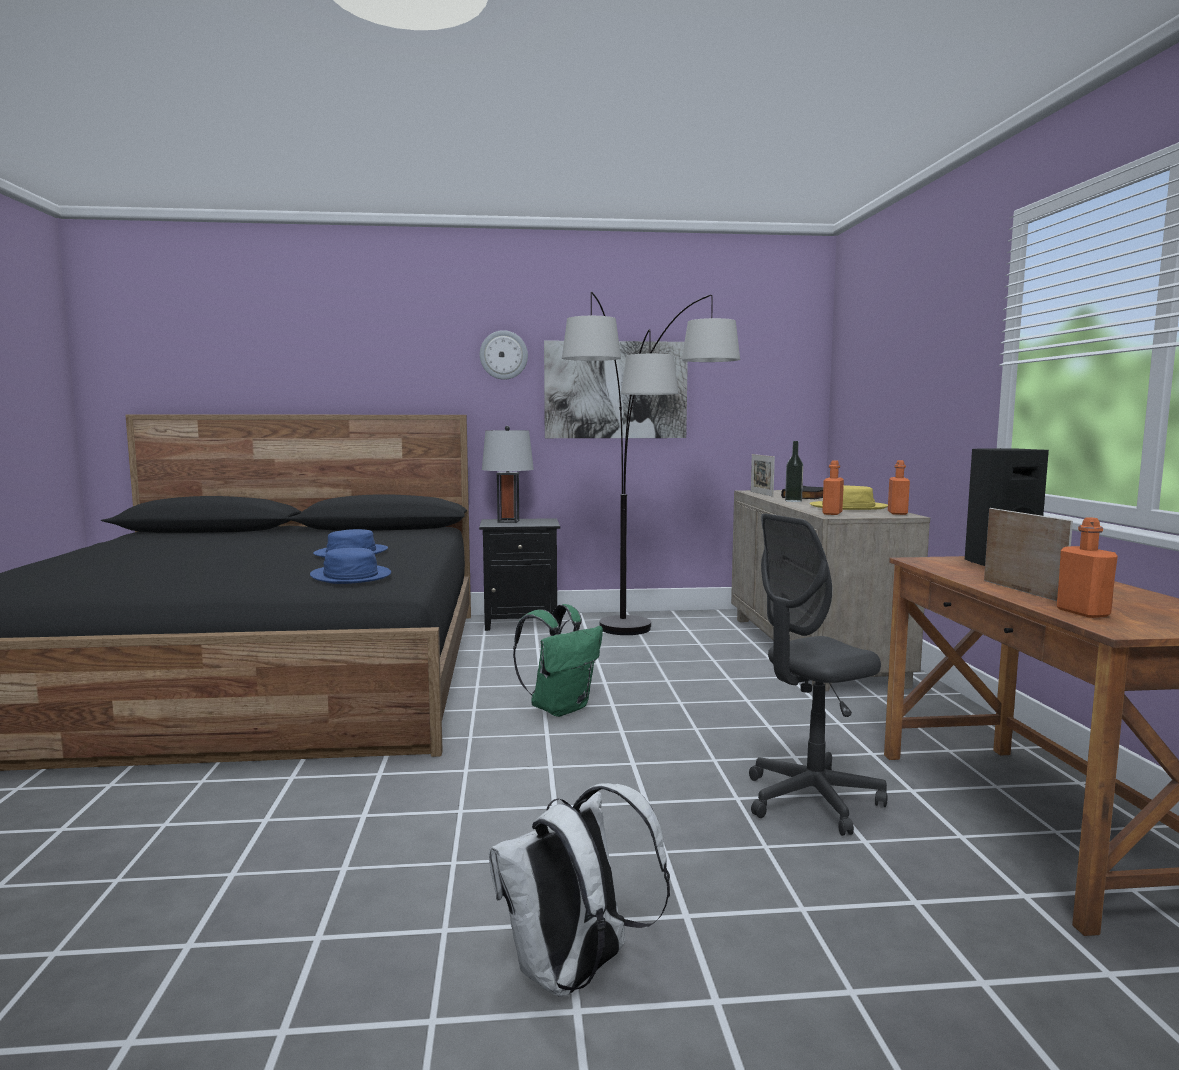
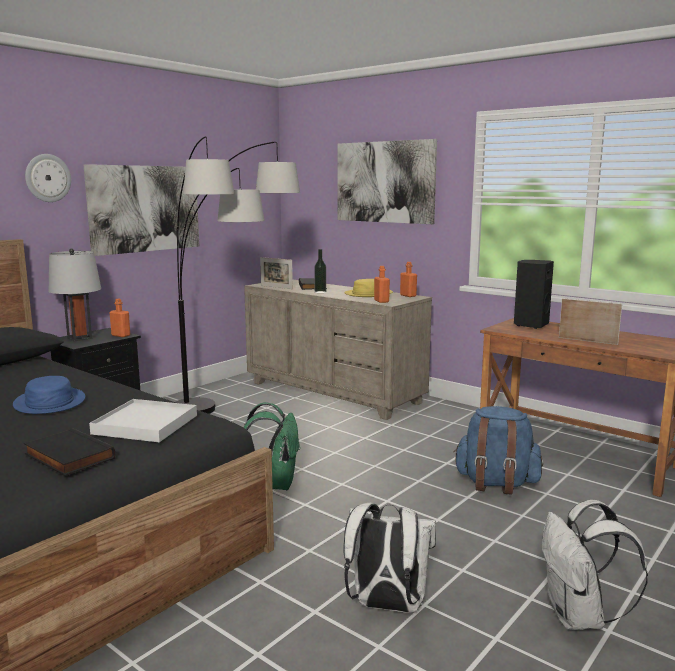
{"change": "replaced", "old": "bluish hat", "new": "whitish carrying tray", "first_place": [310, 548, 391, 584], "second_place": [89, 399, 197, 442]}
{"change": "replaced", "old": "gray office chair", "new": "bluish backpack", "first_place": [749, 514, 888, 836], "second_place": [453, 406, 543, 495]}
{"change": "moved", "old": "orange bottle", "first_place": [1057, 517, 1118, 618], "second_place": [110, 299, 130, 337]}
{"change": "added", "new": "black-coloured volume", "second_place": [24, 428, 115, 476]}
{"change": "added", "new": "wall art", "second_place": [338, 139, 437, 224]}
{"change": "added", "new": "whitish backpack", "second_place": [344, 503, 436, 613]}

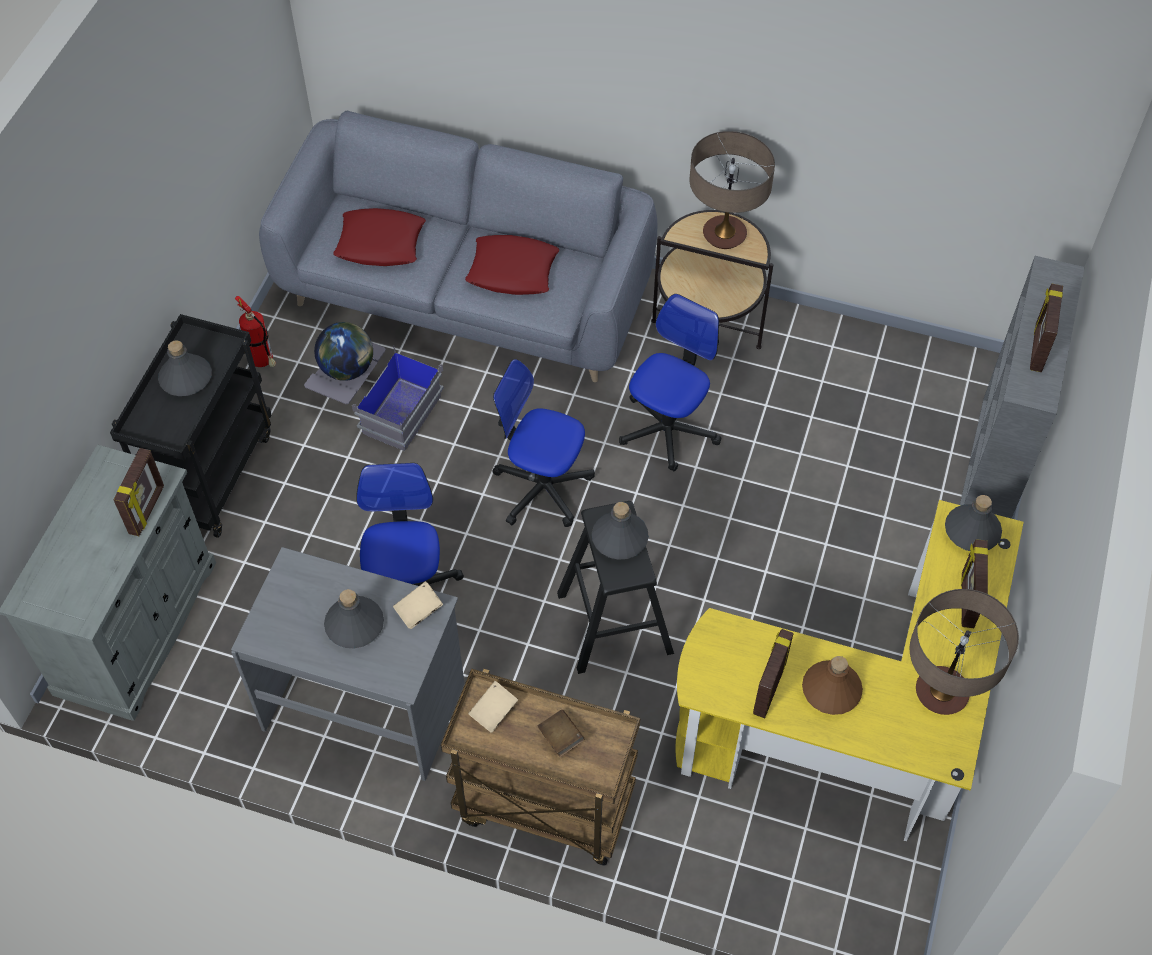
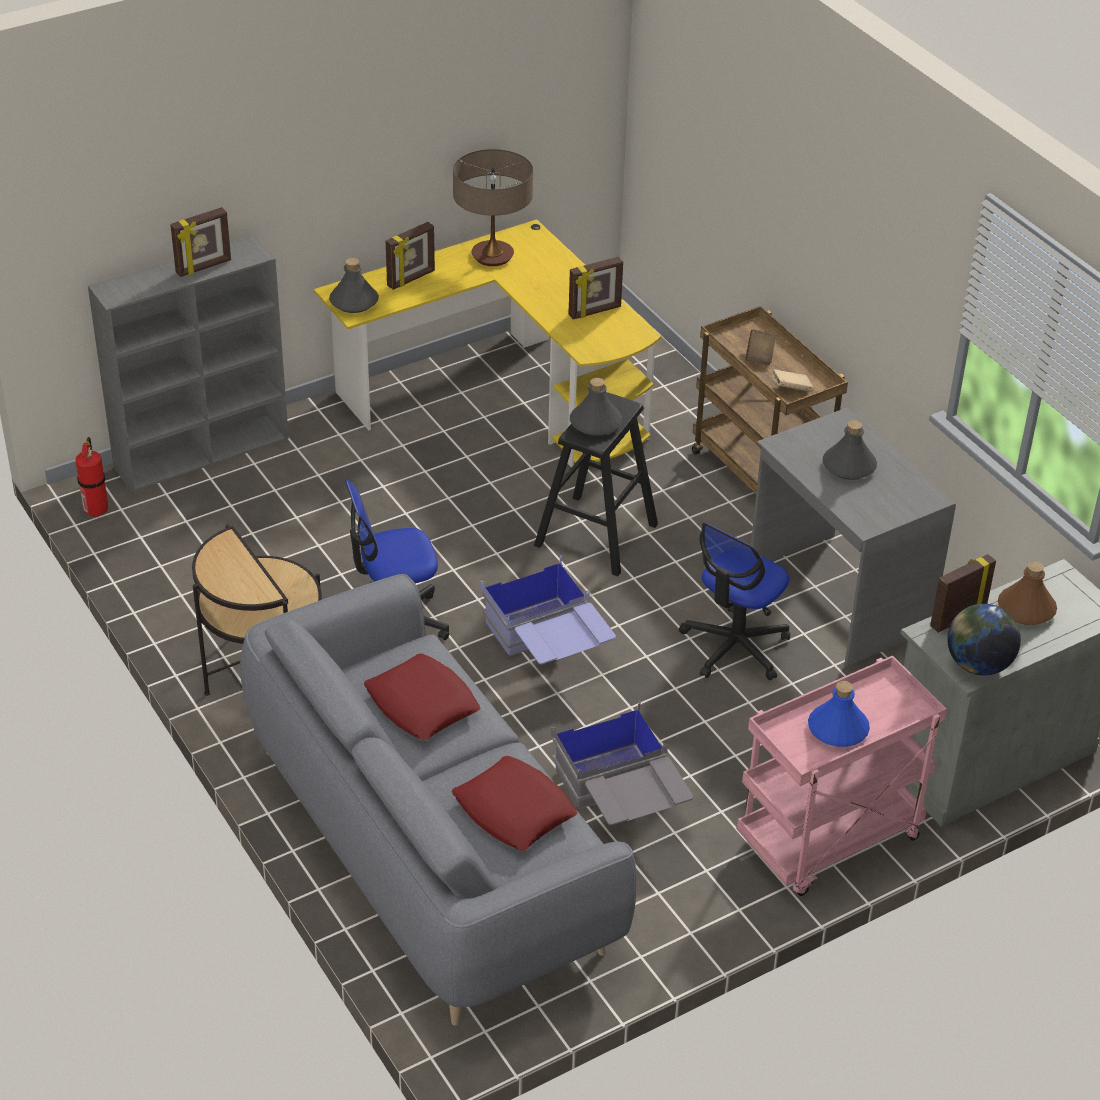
{"change": "recoloured", "old": "black-coloured wheeled cart", "new": "pink-coloured wheeled cart", "first_place": [110, 314, 271, 538], "second_place": [737, 655, 947, 896]}
{"change": "recoloured", "old": "gray bottle", "new": "bluish bottle", "first_place": [158, 340, 212, 396], "second_place": [808, 681, 870, 747]}
{"change": "moved", "old": "extinguisher", "first_place": [235, 296, 276, 367], "second_place": [75, 437, 108, 517]}
{"change": "moved", "old": "globe", "first_place": [314, 322, 373, 381], "second_place": [947, 604, 1021, 675]}
{"change": "removed", "old": "beige-coloured volume", "first_place": [393, 581, 443, 629]}
{"change": "replaced", "old": "office chair", "new": "bluish storage bin", "first_place": [493, 359, 595, 527], "second_place": [480, 555, 616, 664]}
{"change": "removed", "old": "table lamp", "first_place": [689, 131, 775, 249]}
{"change": "moved", "old": "brown bottle", "first_place": [802, 656, 863, 715], "second_place": [998, 561, 1057, 625]}

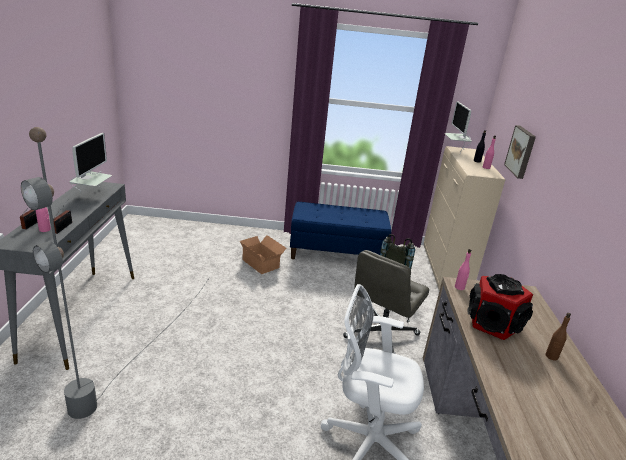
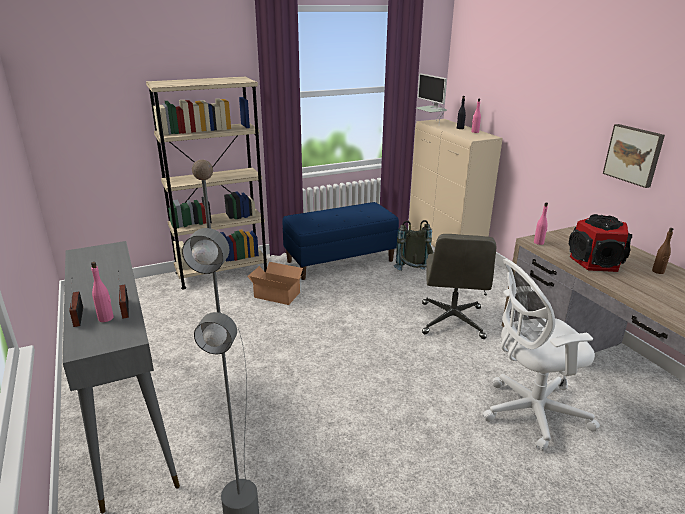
{"change": "removed", "old": "monitor", "first_place": [69, 133, 112, 193]}
{"change": "moved", "old": "wall art", "first_place": [504, 125, 536, 179], "second_place": [603, 124, 665, 188]}
{"change": "added", "new": "beige-coloured bookshelf", "second_place": [146, 77, 267, 290]}

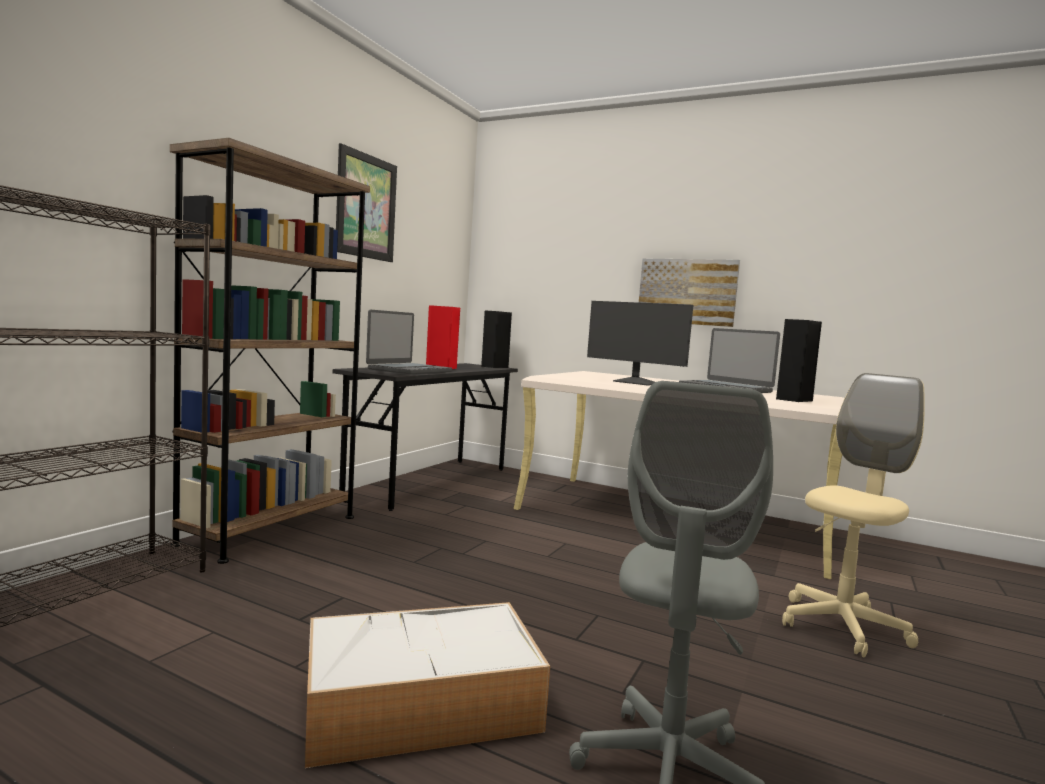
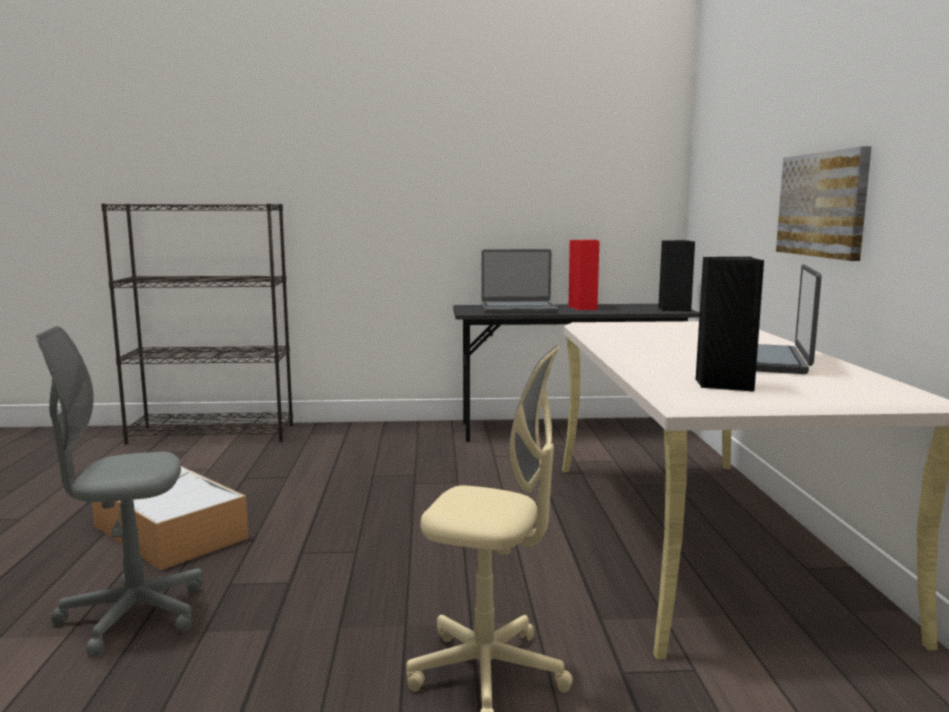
{"change": "removed", "old": "brown bookshelf", "first_place": [170, 138, 370, 564]}
{"change": "removed", "old": "wall art", "first_place": [336, 143, 397, 262]}
{"change": "removed", "old": "monitor", "first_place": [587, 301, 693, 386]}

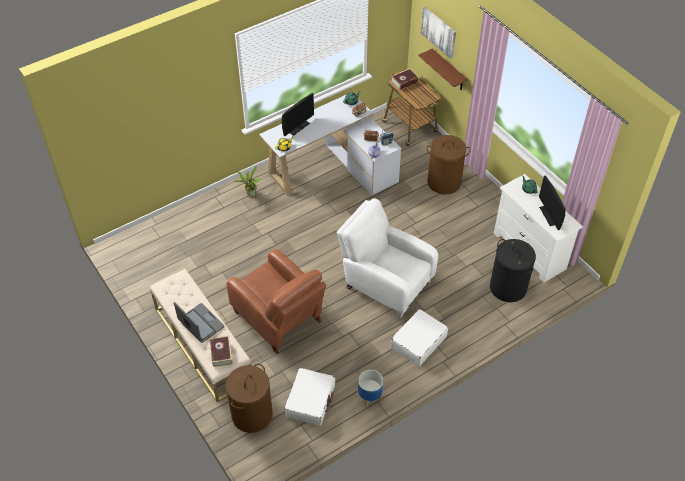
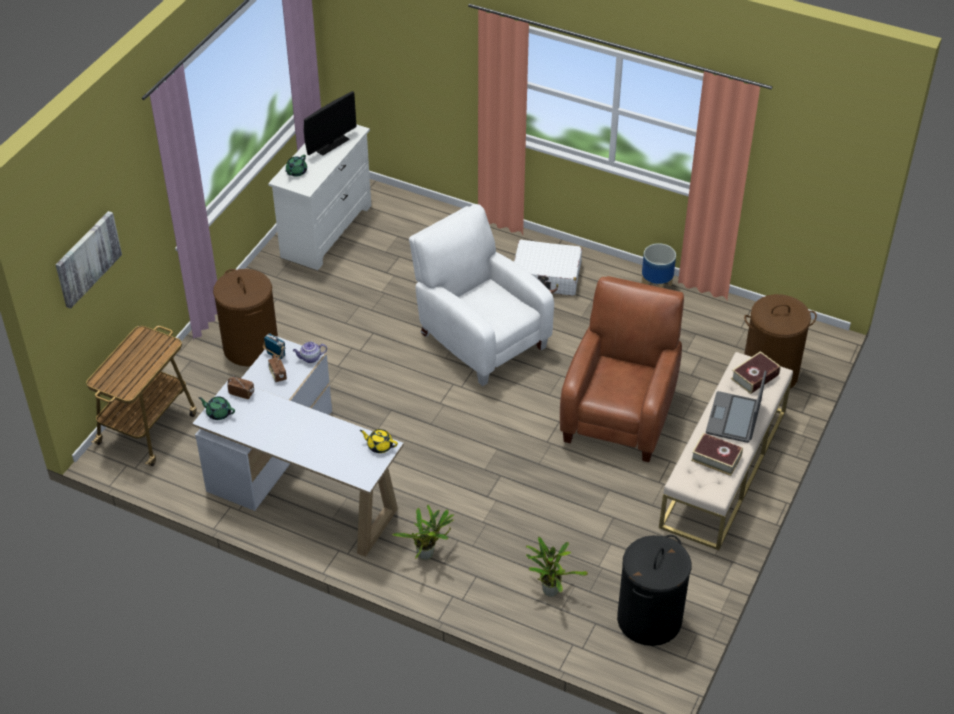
{"change": "removed", "old": "monitor", "first_place": [282, 93, 314, 136]}
{"change": "removed", "old": "whitish piece of luggage", "first_place": [284, 368, 335, 426]}
{"change": "turned", "old": "whitish lounge chair", "first_place": [337, 198, 438, 318], "second_place": [409, 204, 554, 386], "degrees": 135}
{"change": "moved", "old": "volume", "first_place": [391, 68, 419, 90], "second_place": [691, 433, 743, 476]}
{"change": "removed", "old": "brown shelf", "first_place": [419, 49, 468, 90]}
{"change": "moved", "old": "black-coloured laundry basket", "first_place": [490, 239, 536, 302], "second_place": [617, 535, 691, 646]}
{"change": "added", "new": "potted plant", "second_place": [526, 537, 588, 597]}

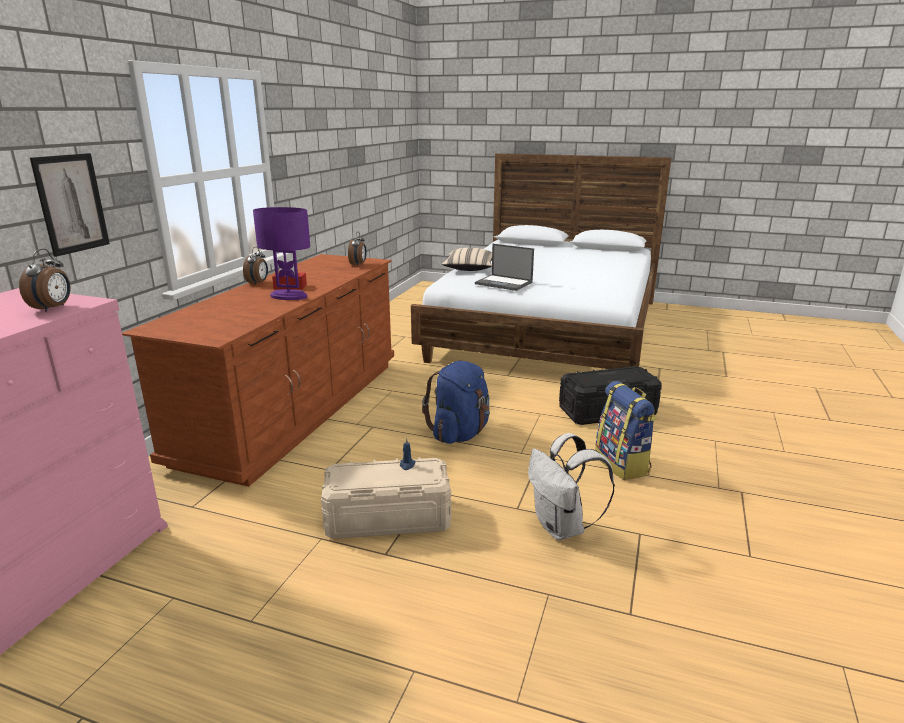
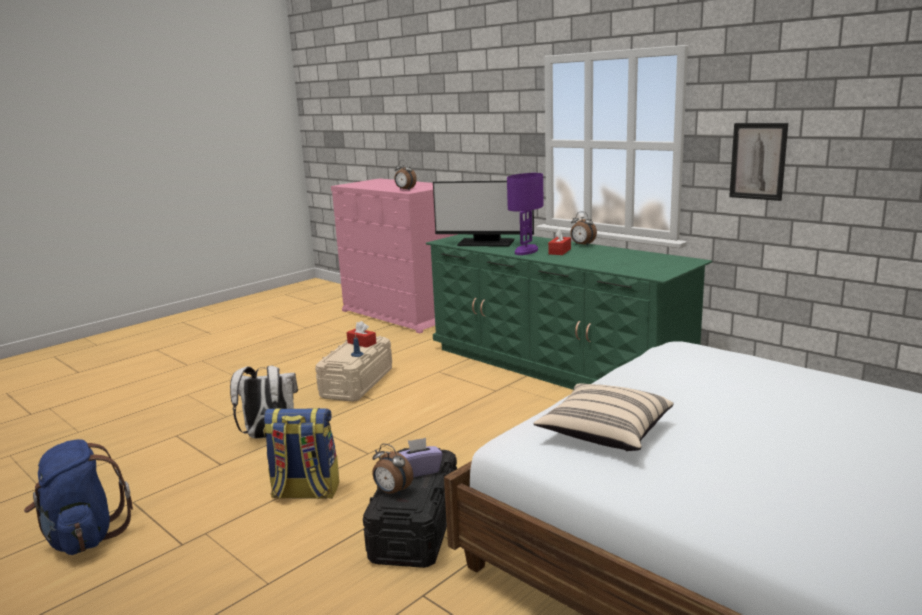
{"change": "moved", "old": "wall art", "first_place": [30, 153, 110, 257], "second_place": [729, 123, 788, 201]}
{"change": "recoloured", "old": "brown dresser", "new": "green dresser", "first_place": [122, 254, 394, 487], "second_place": [426, 234, 712, 390]}
{"change": "moved", "old": "table clock", "first_place": [348, 232, 367, 266], "second_place": [372, 443, 413, 495]}
{"change": "moved", "old": "bluish backpack", "first_place": [422, 361, 490, 444], "second_place": [24, 439, 133, 555]}
{"change": "moved", "old": "beige-coloured pillow", "first_place": [442, 248, 492, 271], "second_place": [533, 383, 673, 451]}
{"change": "removed", "old": "portable computer", "first_place": [475, 244, 534, 291]}
{"change": "added", "new": "reddish tissue holder", "second_place": [347, 321, 376, 348]}
{"change": "added", "new": "purplish tissue holder", "second_place": [399, 438, 442, 477]}
{"change": "added", "new": "monitor", "second_place": [433, 181, 534, 247]}

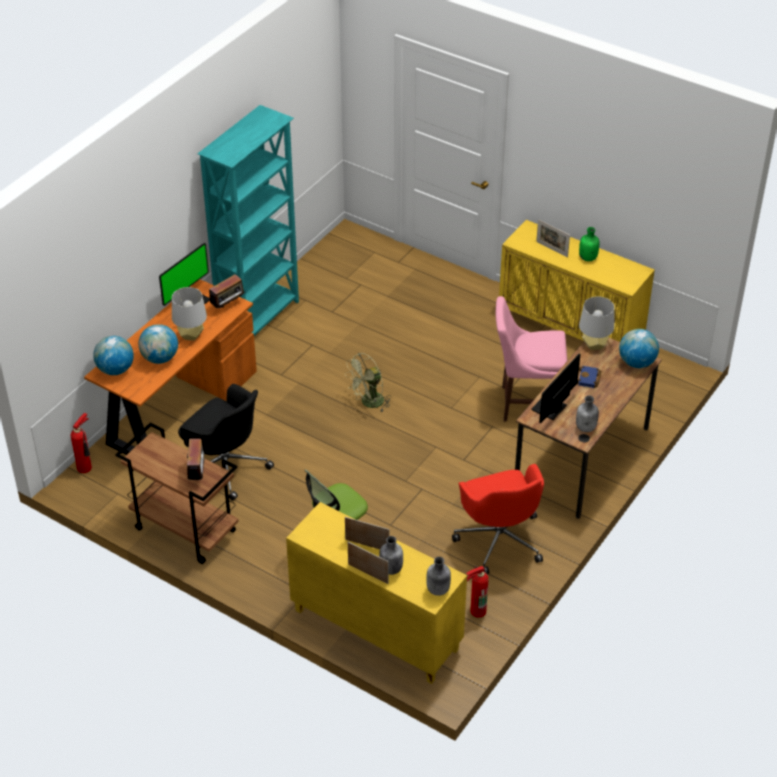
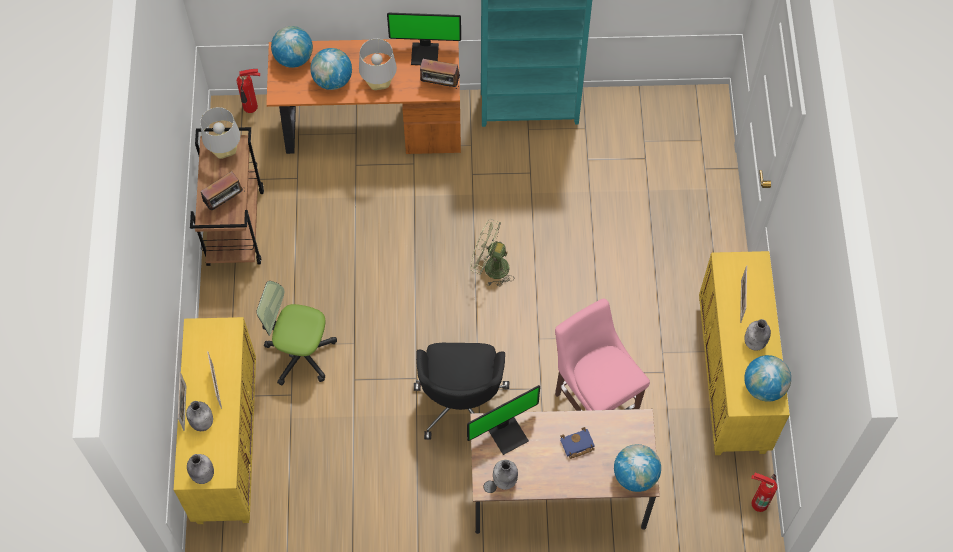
{"change": "moved", "old": "black-coloured office chair", "first_place": [178, 384, 274, 501], "second_place": [414, 343, 509, 440]}
{"change": "removed", "old": "reddish office chair", "first_place": [452, 464, 544, 574]}
{"change": "moved", "old": "extinguisher", "first_place": [466, 565, 489, 618], "second_place": [751, 473, 777, 512]}
{"change": "turned", "old": "monitor", "first_place": [531, 354, 581, 423], "second_place": [467, 385, 540, 455], "degrees": 150}
{"change": "recoloured", "old": "green bottle", "new": "gray bottle", "first_place": [579, 227, 599, 261], "second_place": [744, 319, 771, 351]}
{"change": "moved", "old": "gray table lamp", "first_place": [579, 296, 614, 350], "second_place": [200, 107, 240, 159]}
{"change": "added", "new": "globe", "second_place": [744, 355, 791, 402]}

